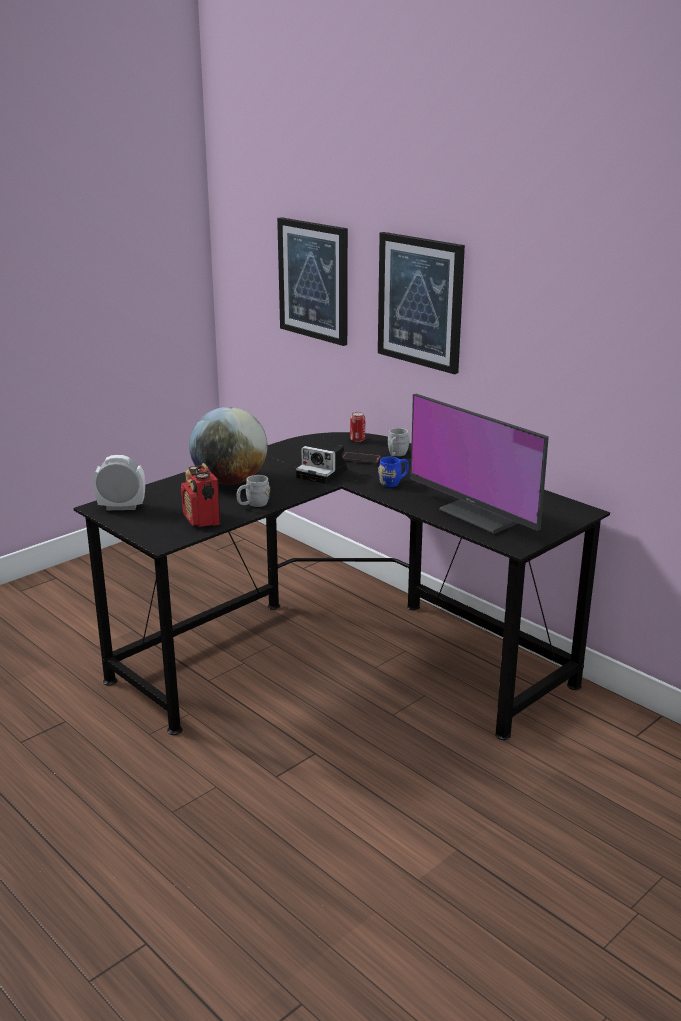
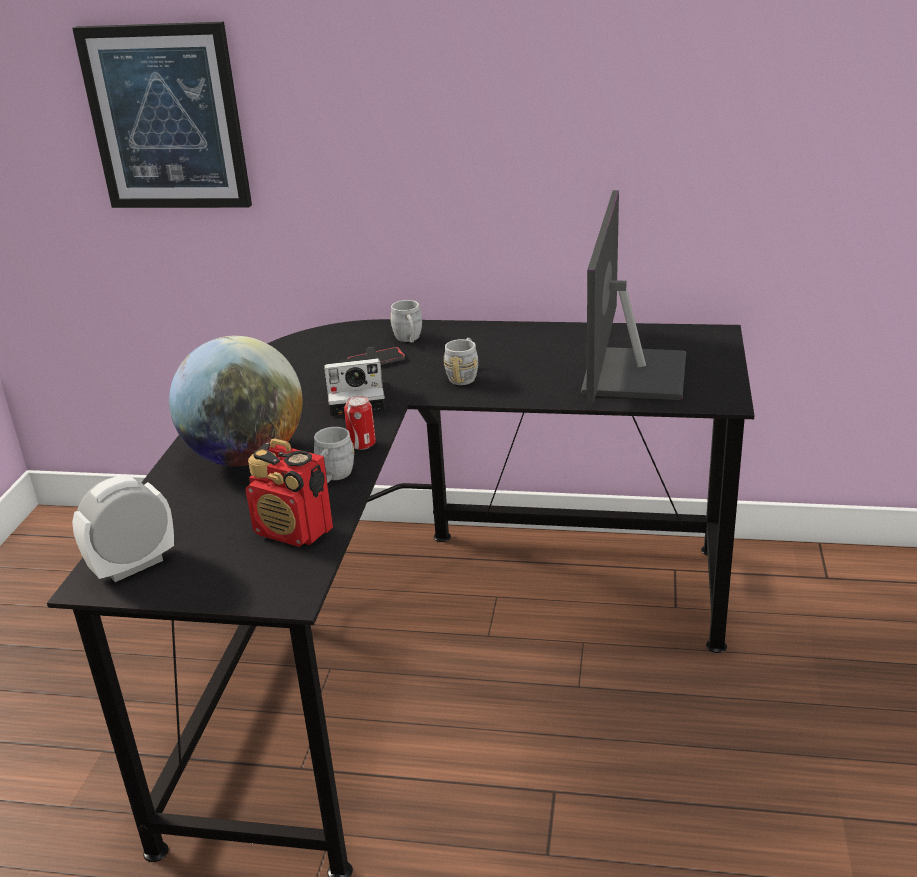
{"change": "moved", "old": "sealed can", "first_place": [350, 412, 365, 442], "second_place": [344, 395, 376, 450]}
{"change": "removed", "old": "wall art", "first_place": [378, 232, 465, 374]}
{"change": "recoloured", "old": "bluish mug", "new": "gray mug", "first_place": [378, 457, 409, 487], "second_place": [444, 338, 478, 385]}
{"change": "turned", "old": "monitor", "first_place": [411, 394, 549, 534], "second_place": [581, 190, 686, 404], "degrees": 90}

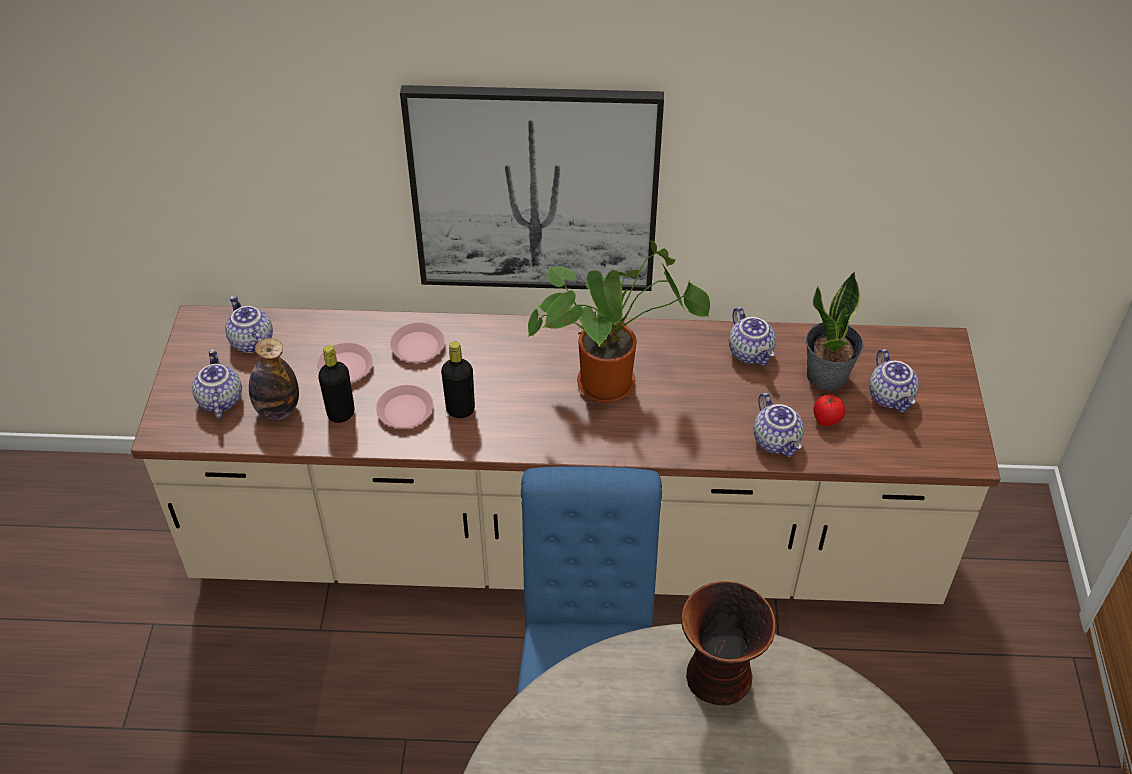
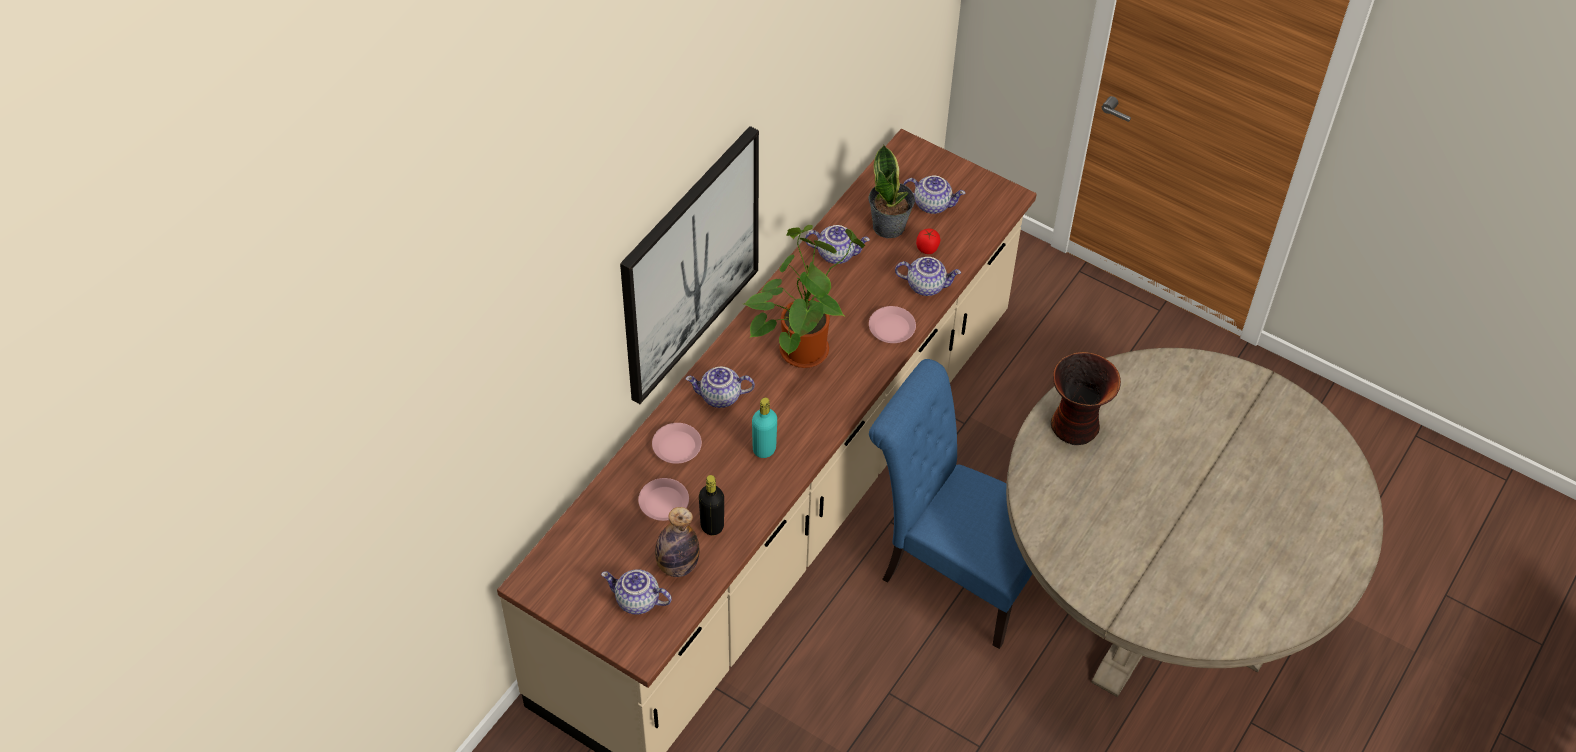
{"change": "moved", "old": "pot for tea", "first_place": [225, 295, 273, 353], "second_place": [686, 367, 755, 408]}
{"change": "moved", "old": "pink-coloured flat dish", "first_place": [376, 385, 433, 428], "second_place": [869, 306, 916, 343]}
{"change": "recoloured", "old": "black-coloured bottle", "new": "blue-green bottle", "first_place": [441, 341, 475, 418], "second_place": [752, 398, 777, 458]}

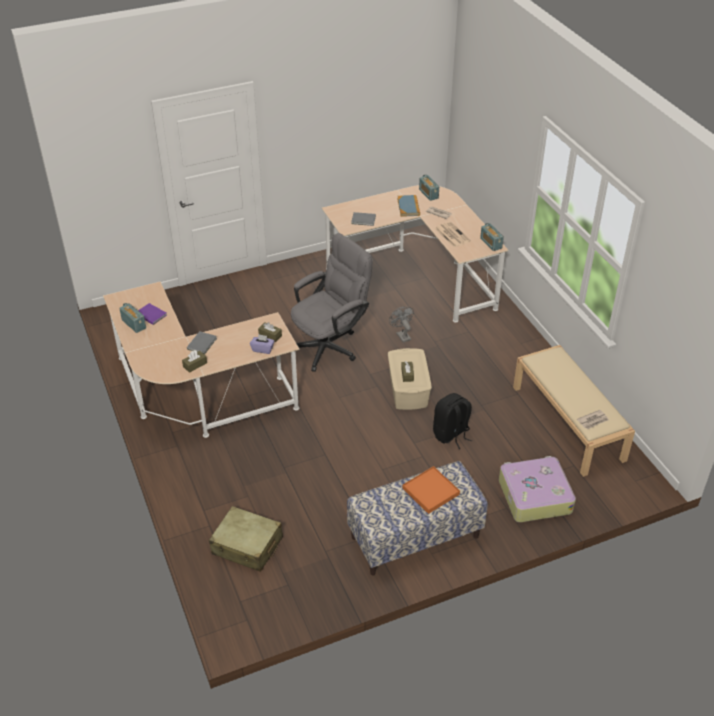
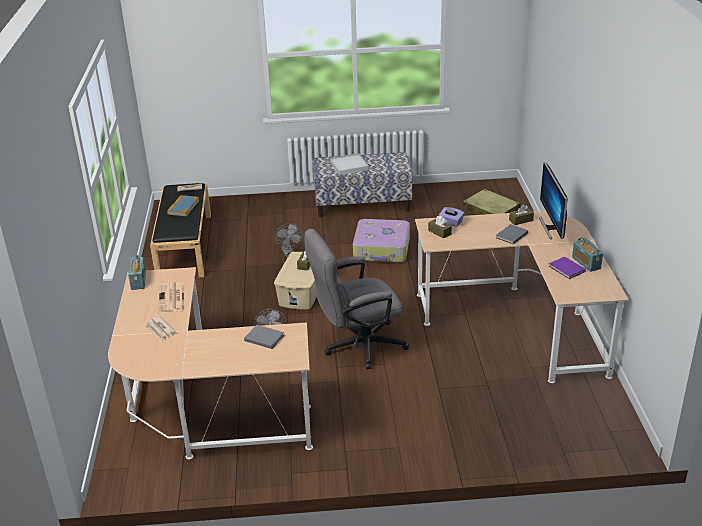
{"change": "moved", "old": "volume", "first_place": [398, 195, 420, 217], "second_place": [167, 195, 199, 216]}
{"change": "recoloured", "old": "orange carrying tray", "new": "whitish carrying tray", "first_place": [402, 466, 460, 514], "second_place": [330, 153, 369, 175]}
{"change": "removed", "old": "radio set", "first_place": [419, 174, 439, 201]}
{"change": "replaced", "old": "black-coloured backpack", "new": "gray cooling fan", "first_place": [433, 393, 472, 449], "second_place": [275, 223, 303, 257]}
{"change": "moved", "old": "piece of luggage", "first_place": [499, 456, 576, 522], "second_place": [353, 219, 410, 262]}
{"change": "recoloured", "old": "beige-coloured indoor bench", "new": "black-coloured indoor bench", "first_place": [513, 345, 635, 477], "second_place": [150, 183, 211, 277]}
{"change": "added", "new": "monitor", "second_place": [539, 162, 568, 239]}

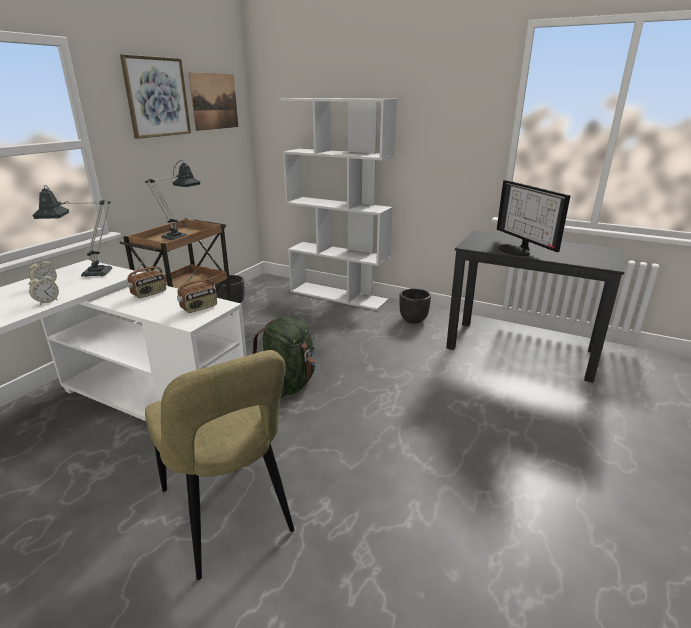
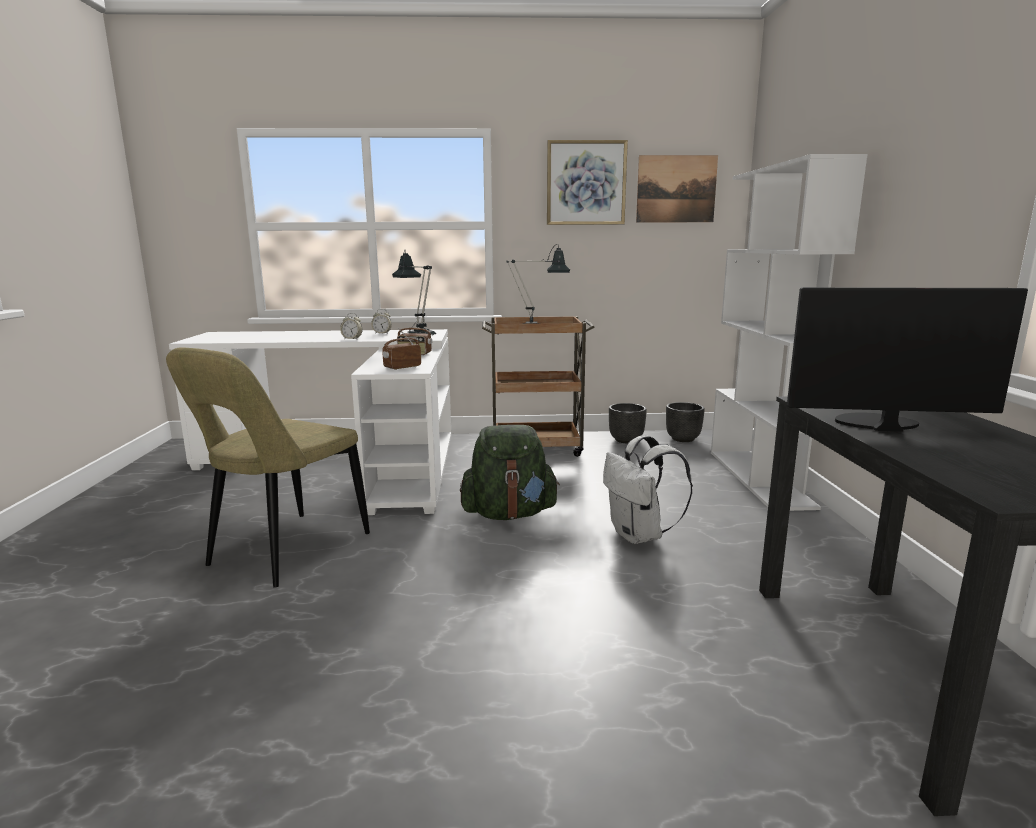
{"change": "turned", "old": "radio set", "first_place": [177, 269, 217, 313], "second_place": [382, 328, 421, 370], "degrees": 120}
{"change": "moved", "old": "black-coloured plant pot", "first_place": [400, 288, 431, 323], "second_place": [666, 402, 705, 442]}
{"change": "turned", "old": "monitor", "first_place": [497, 180, 570, 256], "second_place": [787, 287, 1028, 432], "degrees": 60}
{"change": "added", "new": "whitish backpack", "second_place": [603, 435, 693, 544]}

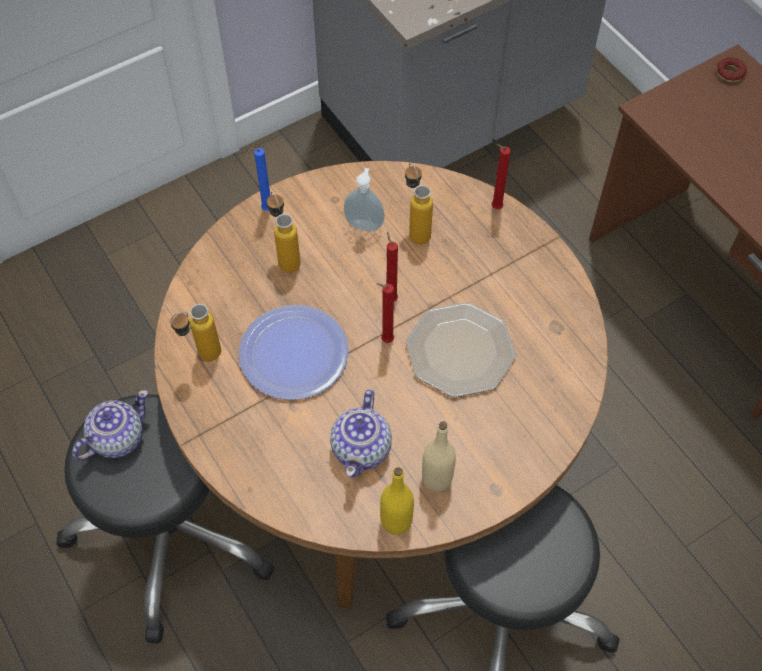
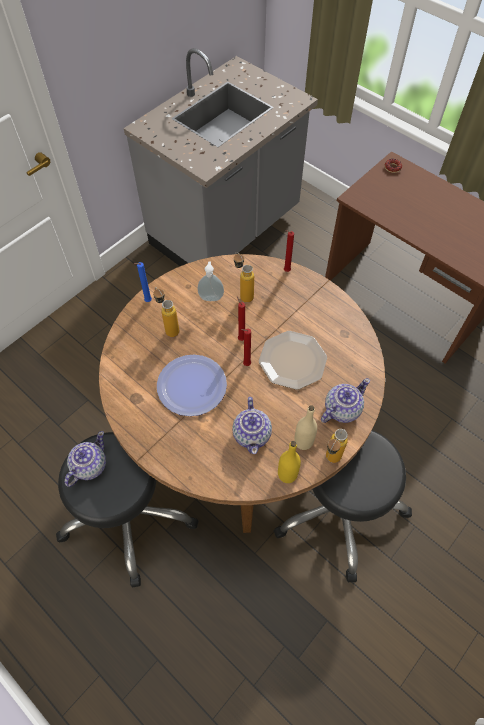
{"change": "moved", "old": "bottle", "first_place": [170, 304, 221, 361], "second_place": [326, 429, 348, 463]}
{"change": "added", "new": "pot for tea", "second_place": [321, 378, 370, 423]}

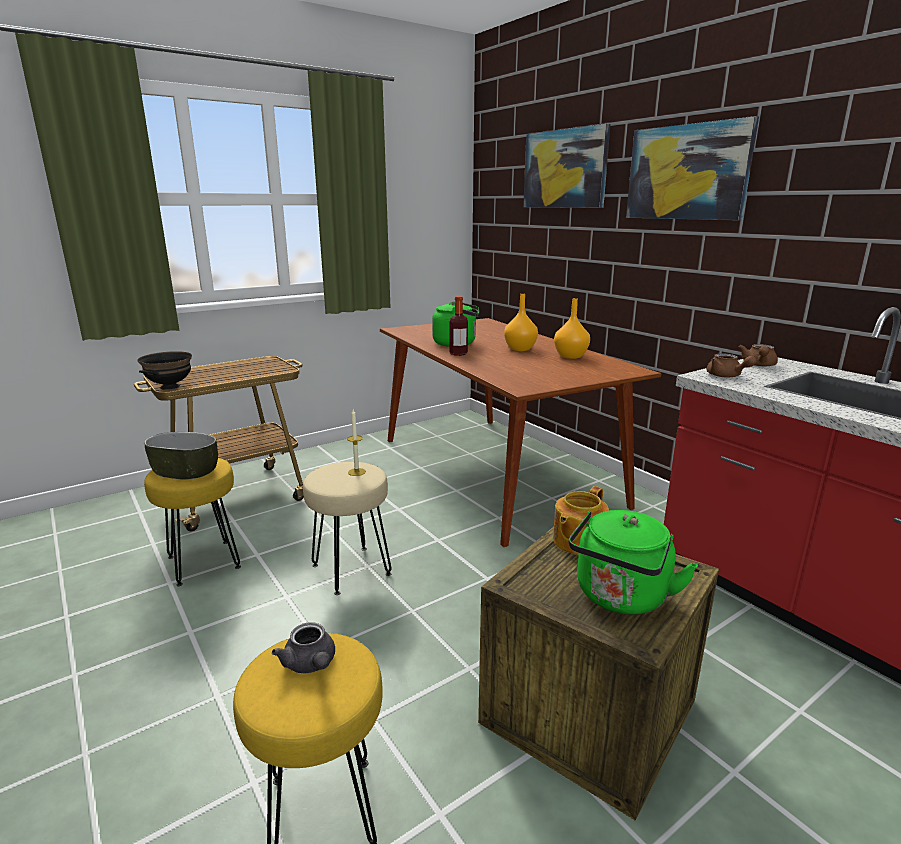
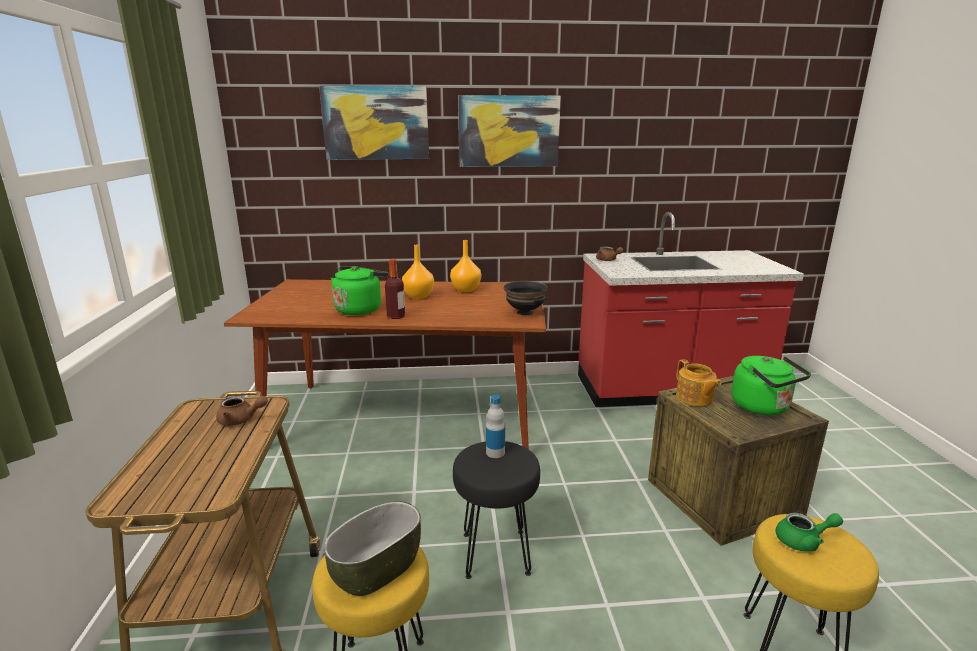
{"change": "moved", "old": "black-coloured serving bowl", "first_place": [137, 351, 192, 390], "second_place": [504, 281, 549, 315]}
{"change": "recoloured", "old": "gray pot for tea", "new": "green pot for tea", "first_place": [272, 622, 335, 673], "second_place": [776, 513, 843, 551]}
{"change": "recoloured", "old": "beige-coloured stool", "new": "black-coloured stool", "first_place": [303, 462, 391, 595], "second_place": [453, 441, 540, 579]}
{"change": "replaced", "old": "wax candle", "new": "bottle", "first_place": [347, 410, 366, 476], "second_place": [486, 395, 505, 458]}
{"change": "moved", "old": "brown pot for tea", "first_place": [706, 353, 756, 377], "second_place": [216, 396, 268, 426]}

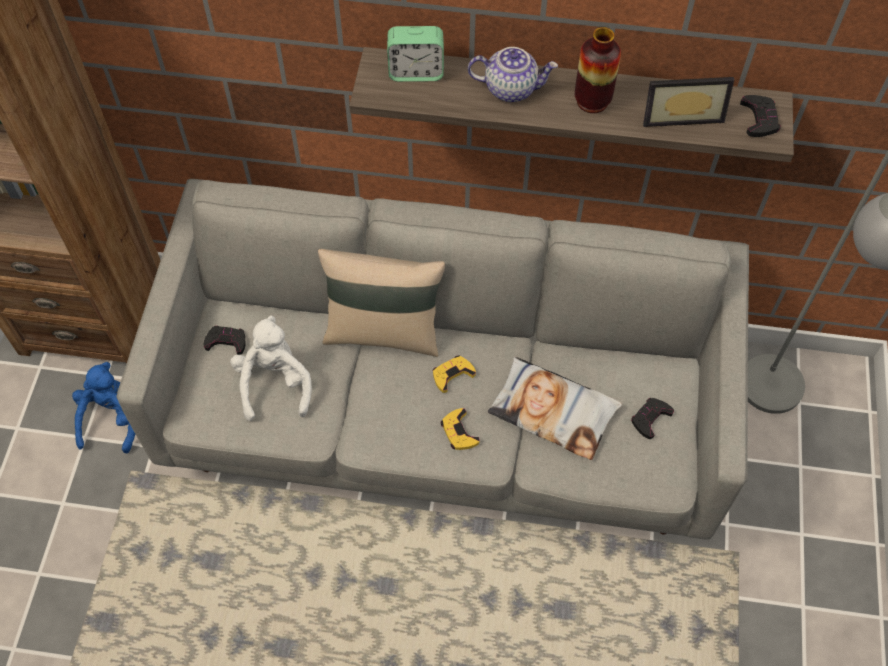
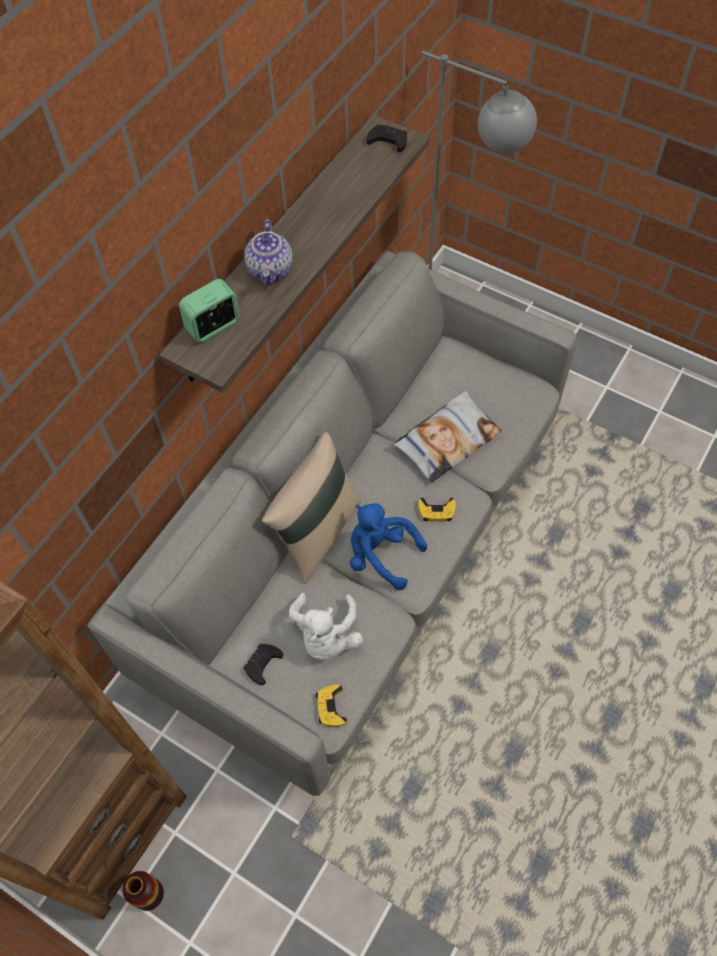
{"change": "moved", "old": "bluish plush toy", "first_place": [72, 362, 135, 453], "second_place": [350, 503, 427, 590]}
{"change": "turned", "old": "whitish plush toy", "first_place": [230, 315, 312, 421], "second_place": [289, 593, 363, 660], "degrees": -105}
{"change": "turned", "old": "table clock", "first_place": [387, 26, 444, 82], "second_place": [179, 279, 240, 343], "degrees": -150}
{"change": "moved", "old": "yellow game controller", "first_place": [433, 355, 476, 393], "second_place": [316, 685, 347, 727]}
{"change": "turned", "old": "pot for tea", "first_place": [468, 47, 558, 102], "second_place": [244, 219, 293, 286], "degrees": 150}
{"change": "moved", "old": "flower vase", "first_place": [575, 27, 621, 113], "second_place": [122, 871, 164, 911]}
{"change": "removed", "old": "black-coloured game controller", "first_place": [631, 398, 674, 439]}
{"change": "removed", "old": "photo frame", "first_place": [643, 77, 734, 127]}

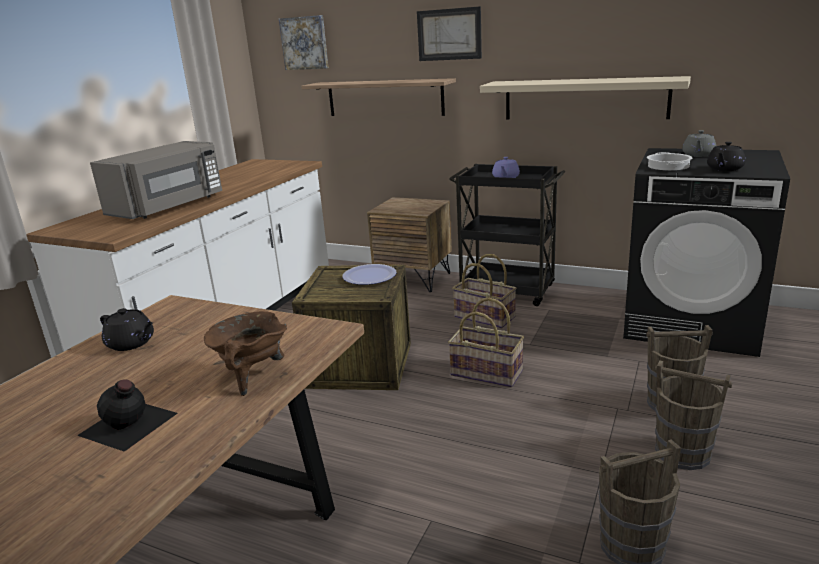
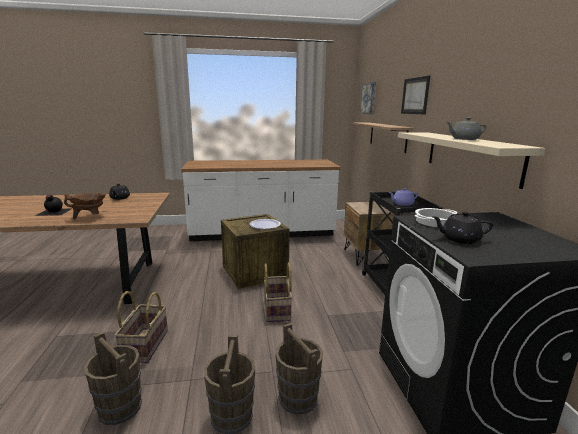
{"change": "removed", "old": "gray microwave", "first_place": [90, 141, 222, 219]}
{"change": "moved", "old": "storage basket", "first_place": [452, 254, 516, 329], "second_place": [115, 291, 168, 363]}
{"change": "moved", "old": "gray pot for tea", "first_place": [682, 130, 716, 157], "second_place": [446, 117, 487, 140]}

